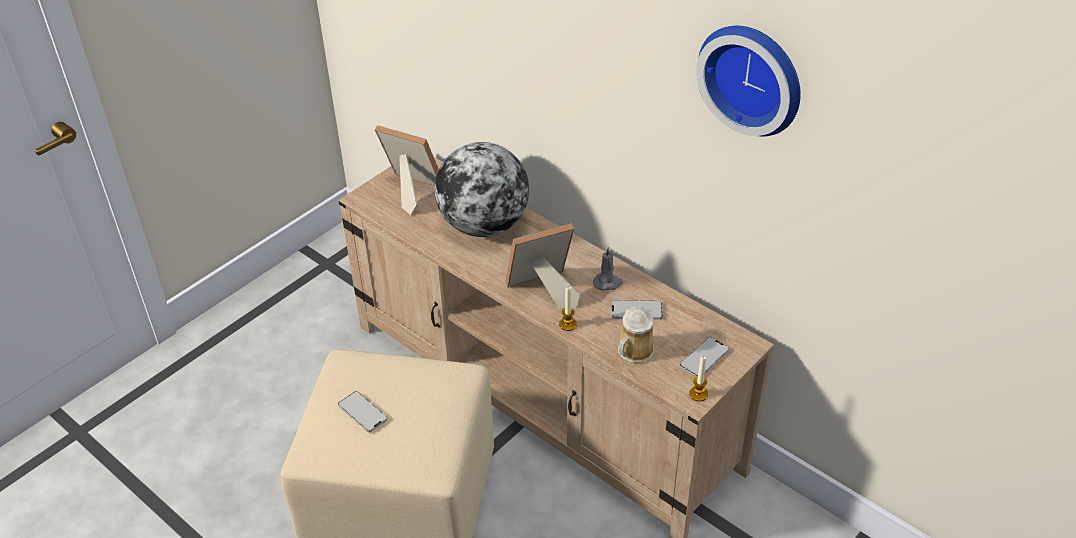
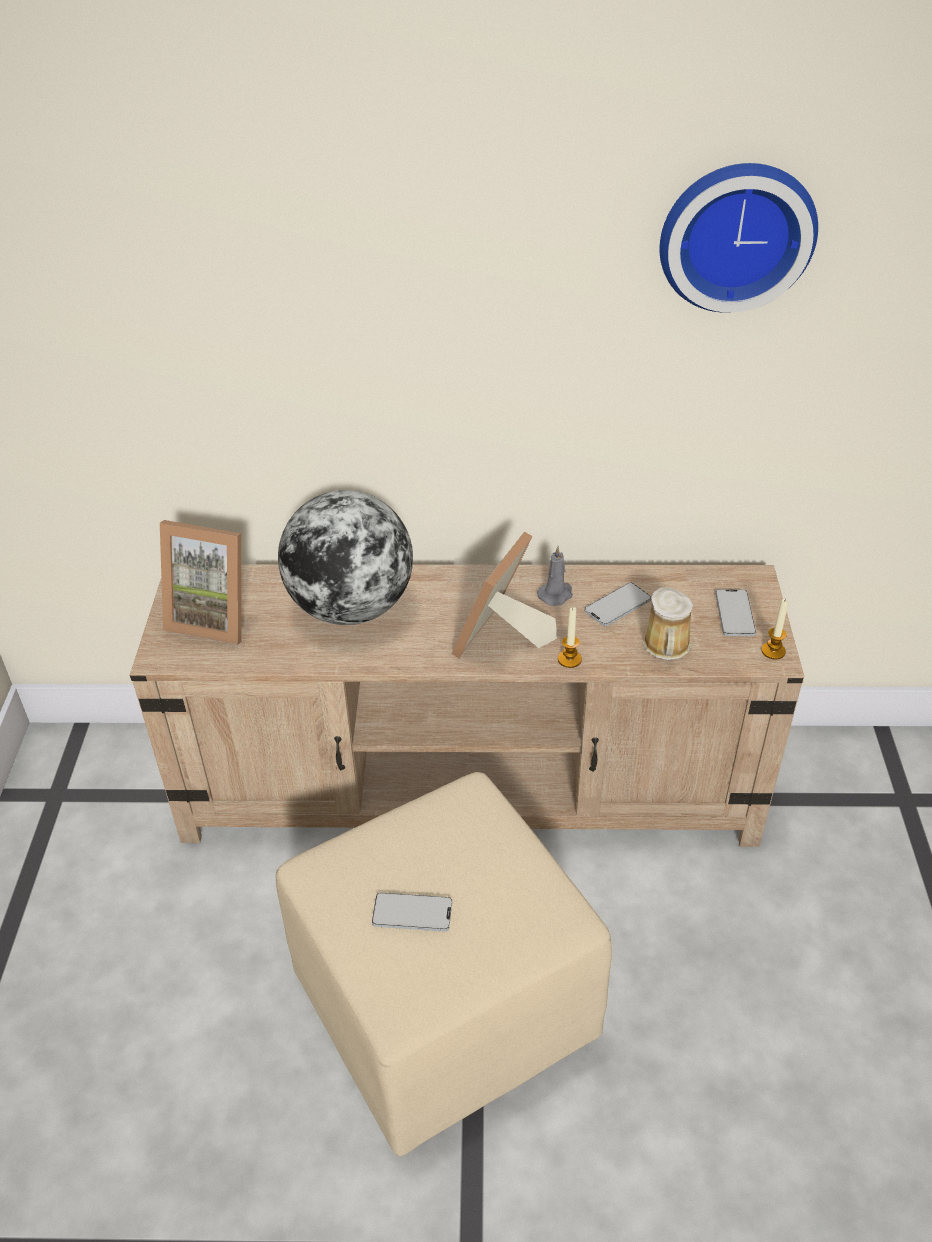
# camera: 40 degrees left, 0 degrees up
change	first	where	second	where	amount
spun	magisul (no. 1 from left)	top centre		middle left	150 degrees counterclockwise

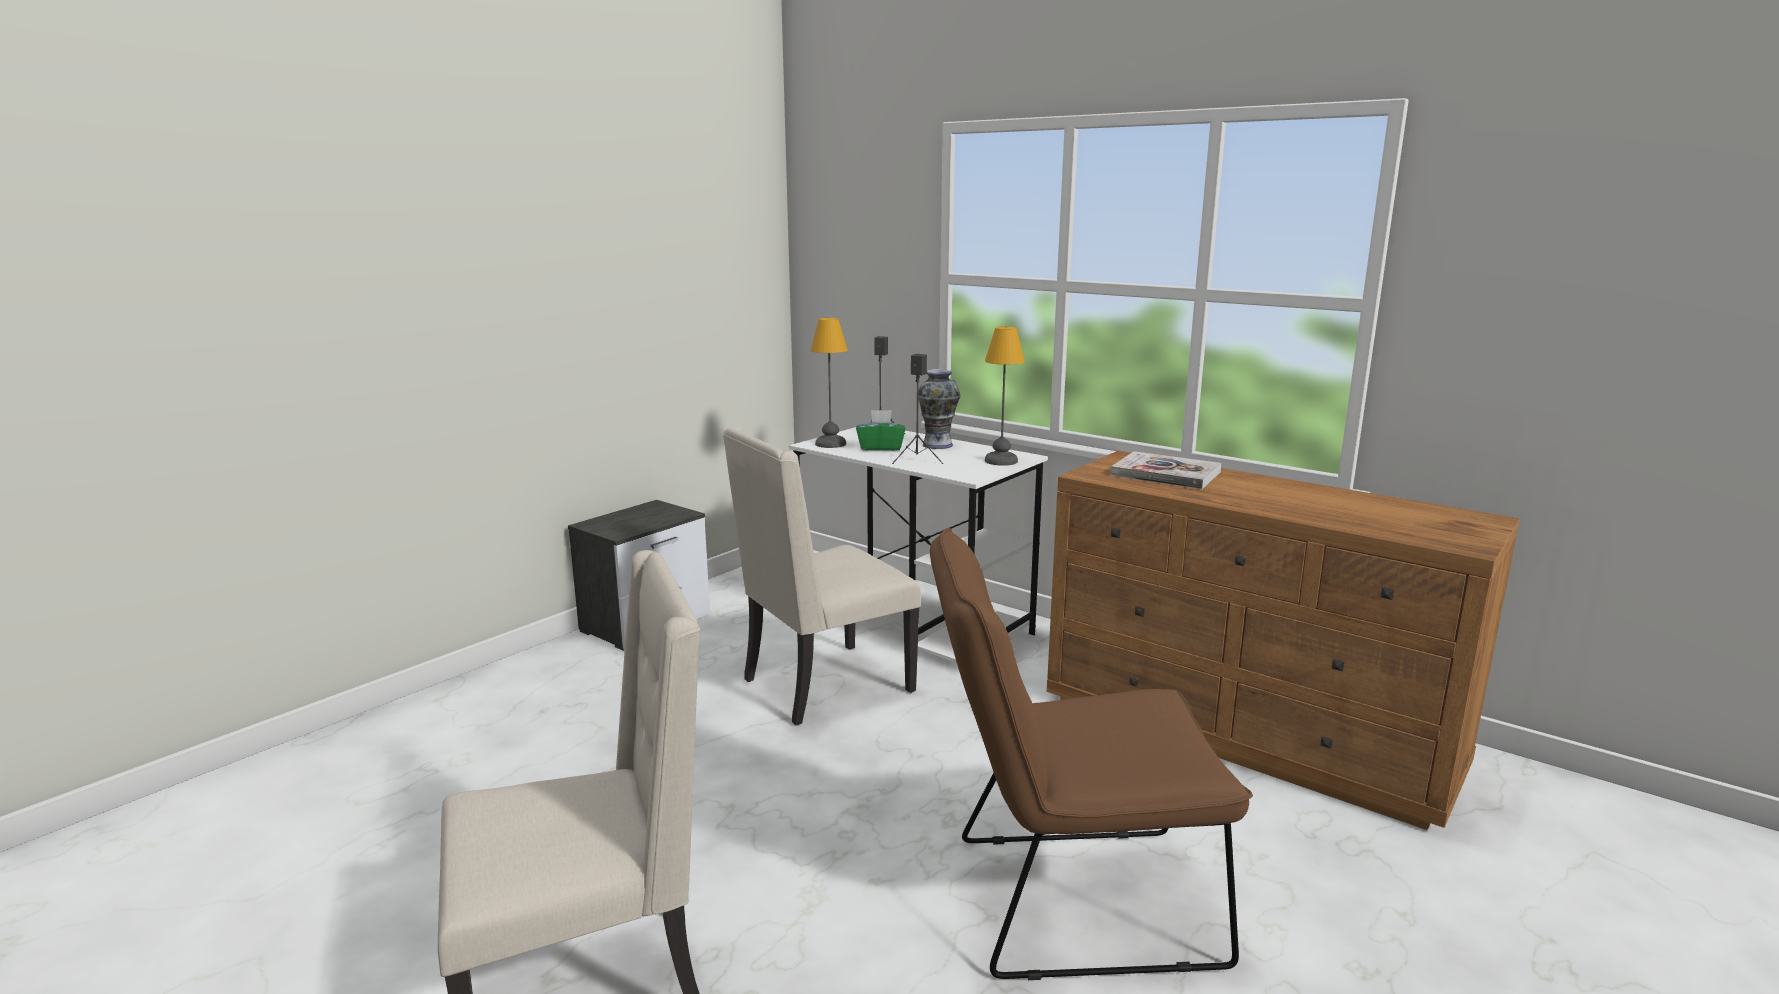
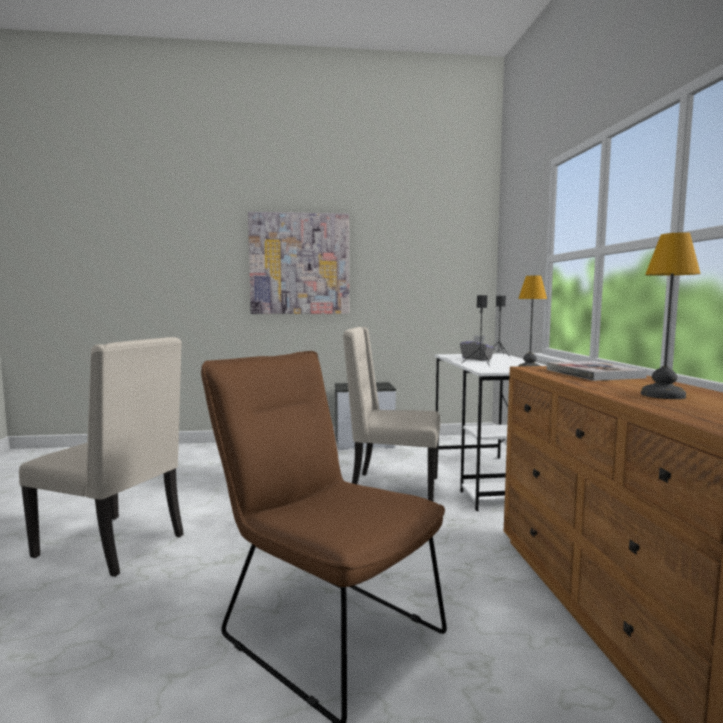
# camera: 45 degrees right, 10 degrees down
change	first	where	second	where	amount
relocated	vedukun (no. 1 from left in the first image)	centre	vedukun (no. 2 from left)	middle right	
missing	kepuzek	centre			
colour	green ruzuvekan	centre	grey ruzuvekan	centre	
appeared			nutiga	centre	

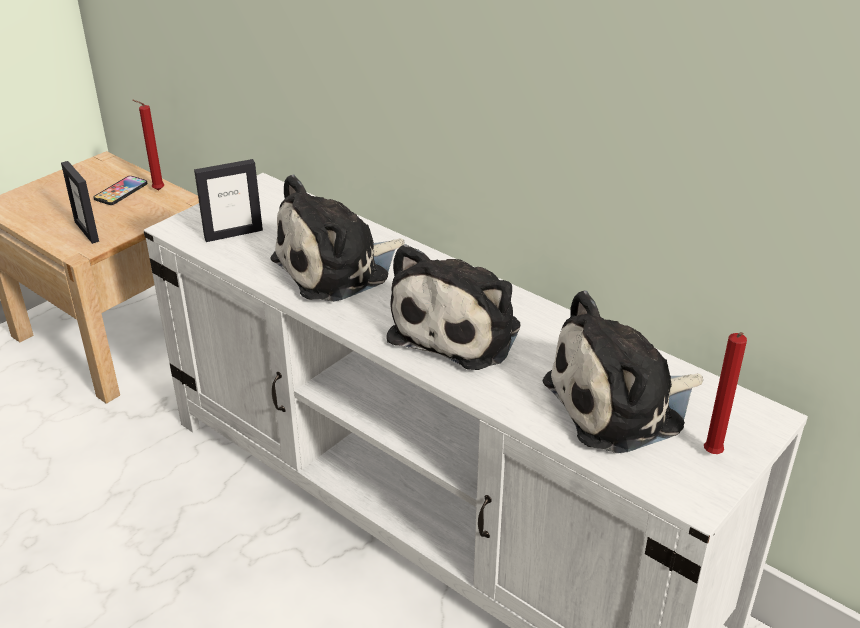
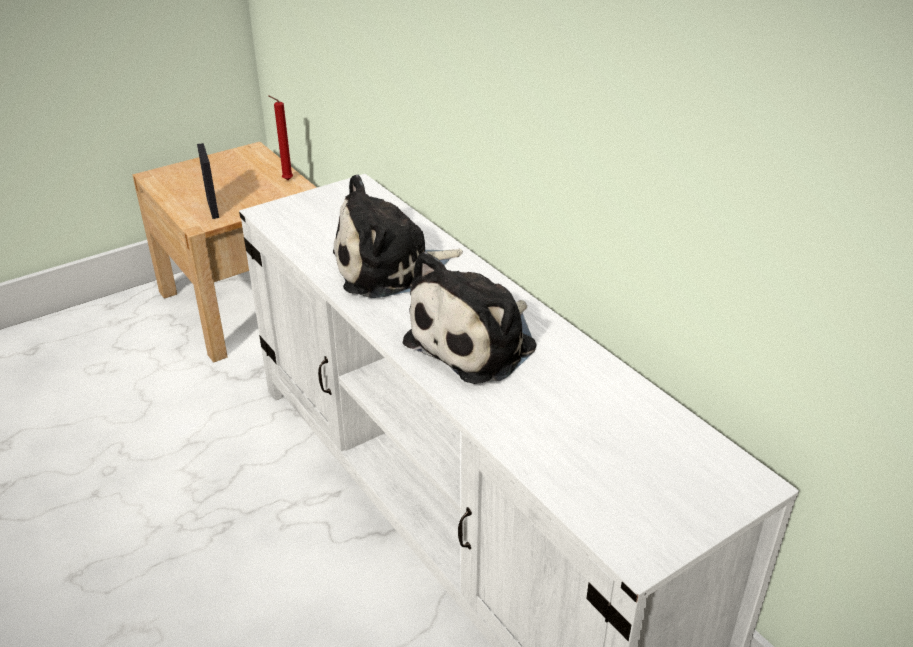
# camera: 15 degrees right, 0 degrees up
change	first	where	second	where	amount
missing	magisul (no. 2 from left)	top left			
missing	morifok	top left			
missing	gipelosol (no. 3 from left)	middle right			
missing	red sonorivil (no. 2 from left)	middle right			

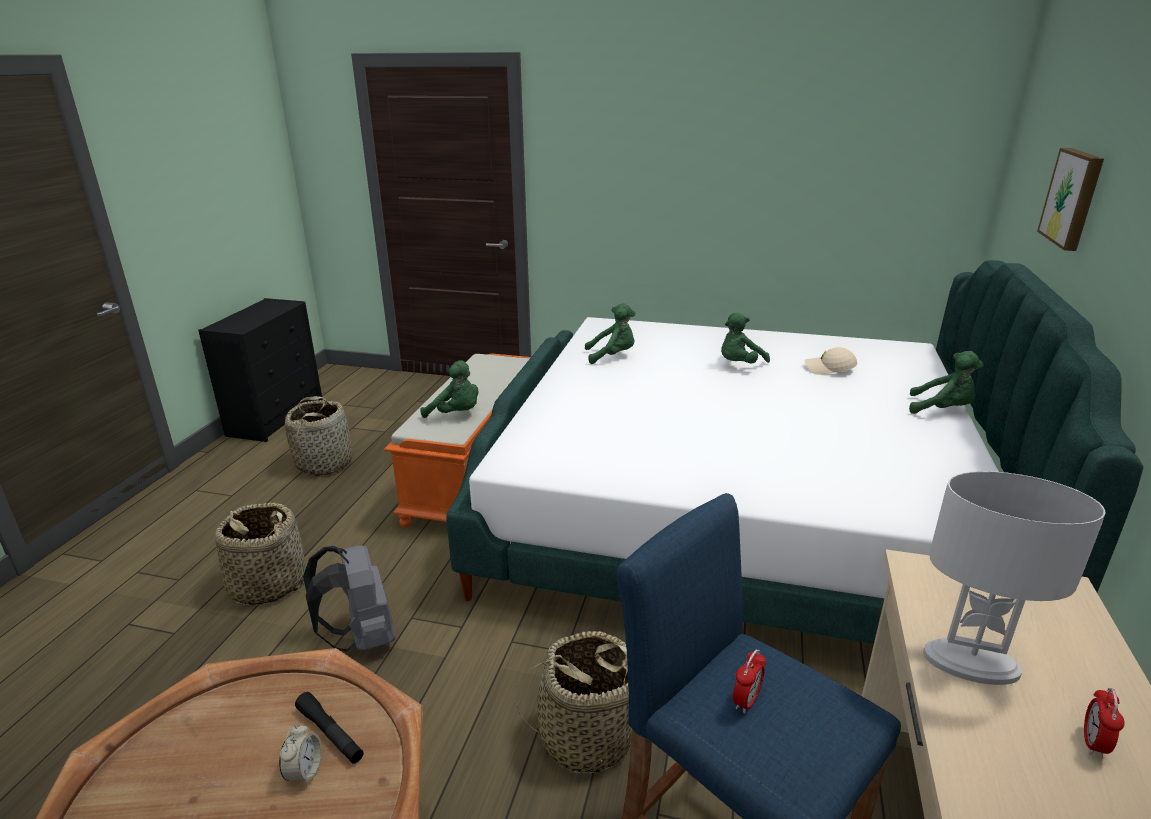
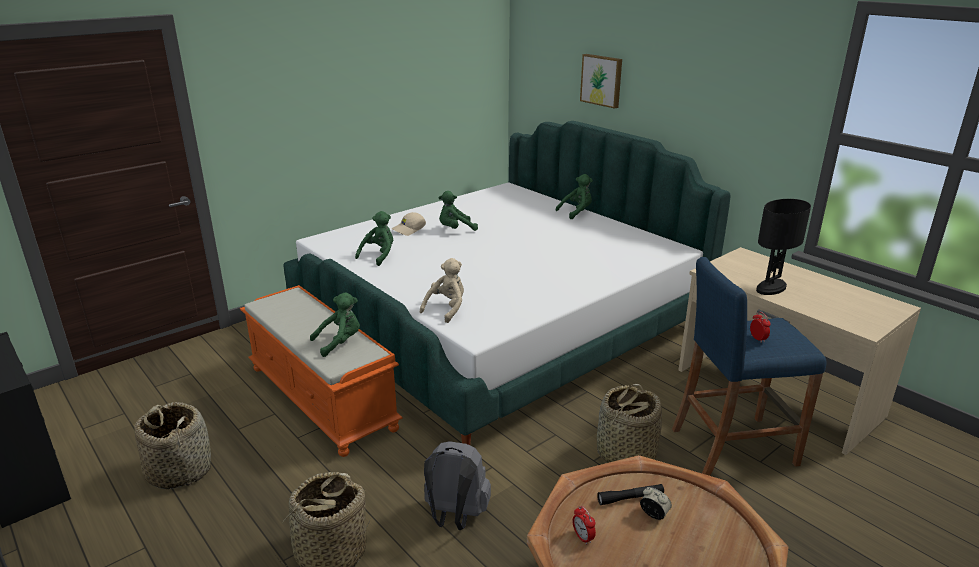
# camera: 55 degrees left, 0 degrees up
change	first	where	second	where	amount
spun	green gipelosol (no. 3 from left)	centre		centre	75 degrees clockwise
relocated	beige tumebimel	middle right		centre	
colour	white vedukun	bottom right	black vedukun	middle right	
relocated	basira (no. 3 from left in the first image)	bottom right	basira (no. 1 from left)	bottom centre	
appeared			beige gipelosol	centre	

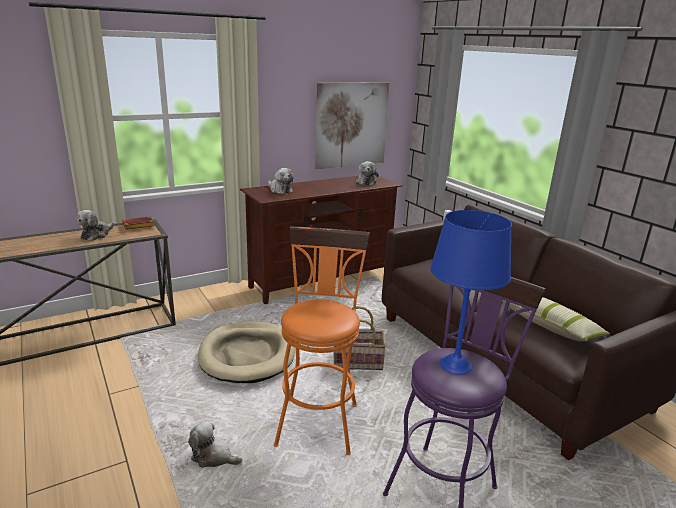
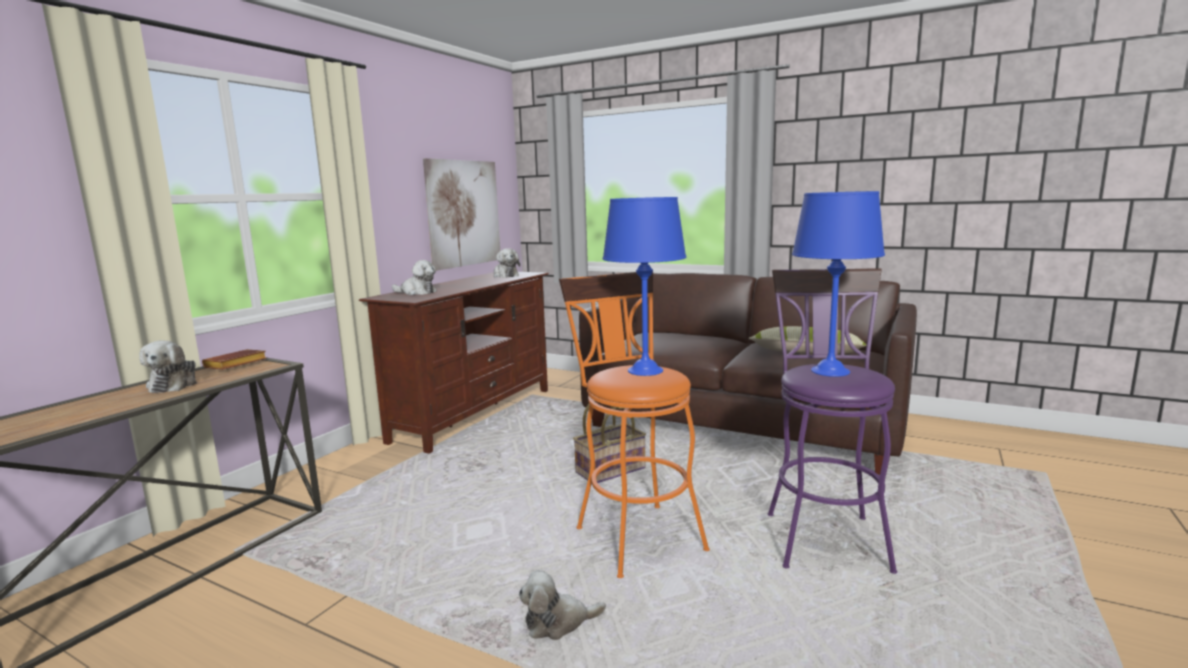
# camera: 30 degrees left, 10 degrees down
change	first	where	second	where	amount
missing	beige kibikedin	bottom centre			
appeared			blue vedukun (no. 1 from left)	centre	

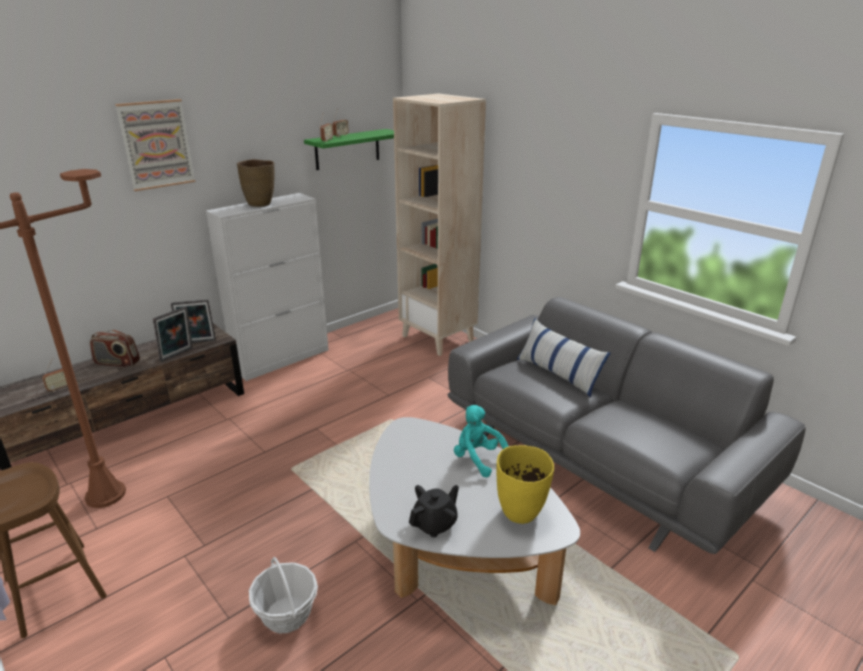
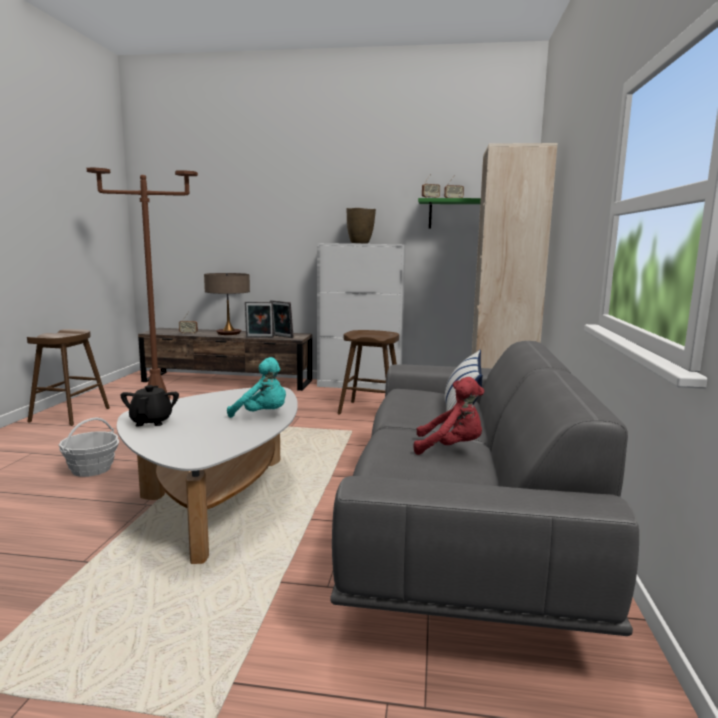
# camera: 50 degrees right, 15 degrees down
change	first	where	second	where	amount
missing	nutiga	top left			
exchanged	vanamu (no. 2 from left)	middle left	vedukun	middle left	
spun	turquoise gipelosol	centre		centre	105 degrees clockwise
missing	yellow kepuzek	bottom centre			
spun	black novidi	bottom centre		middle left	105 degrees counterclockwise
appeared			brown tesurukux (no. 2 from left)	centre	
appeared			red gipelosol	centre	

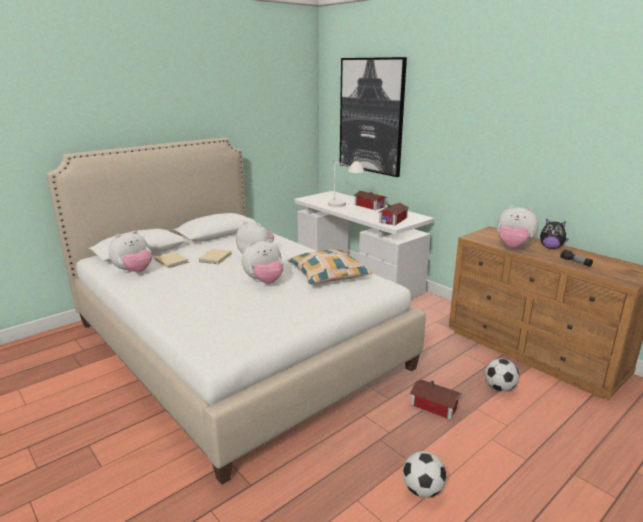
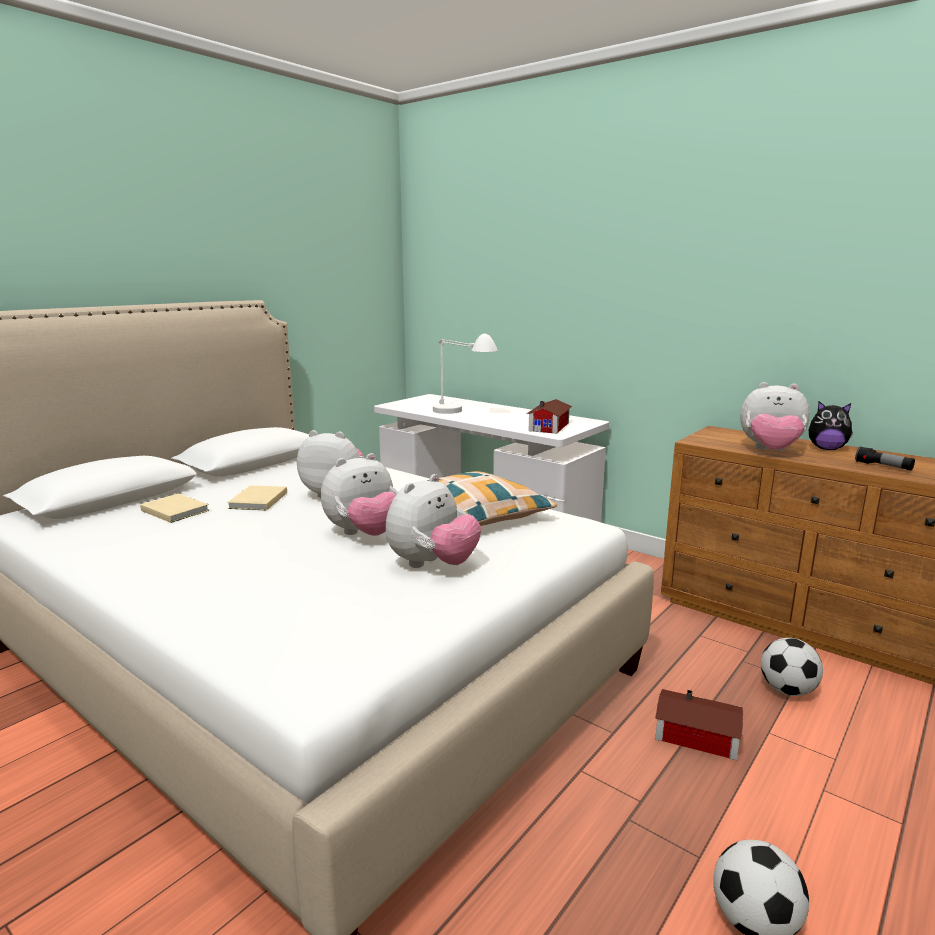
# camera: 10 degrees left, 5 degrees down
change	first	where	second	where	amount
missing	nutiga	top centre			
missing	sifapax (no. 1 from left)	centre			
relocated	gipelosol (no. 1 from left in the first image)	middle left	gipelosol (no. 3 from left)	centre	

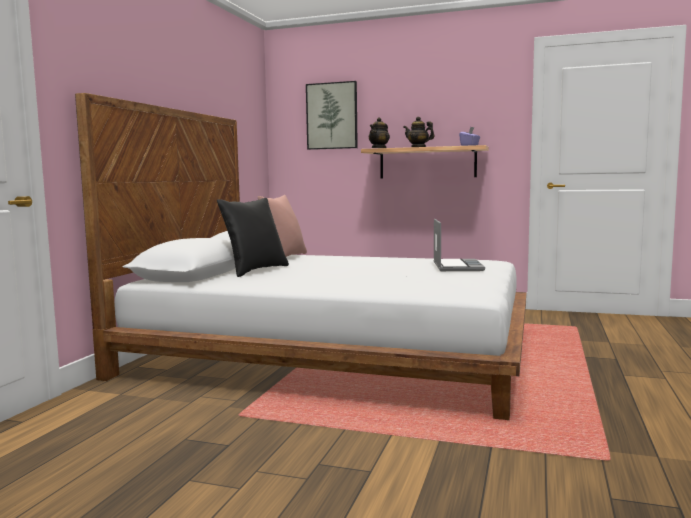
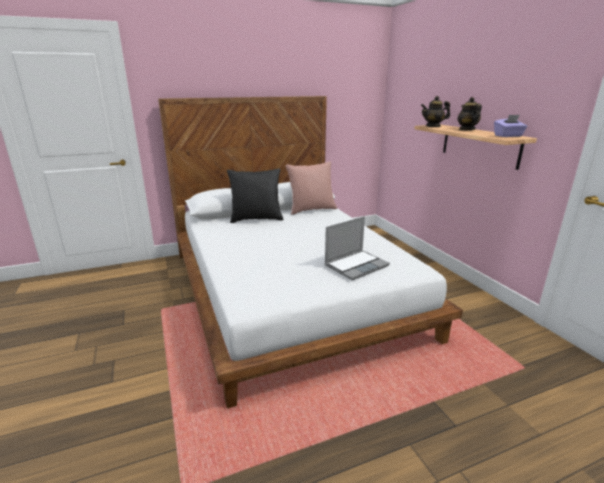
# camera: 50 degrees right, 15 degrees up
change	first	where	second	where	amount
missing	nutiga	top centre			

